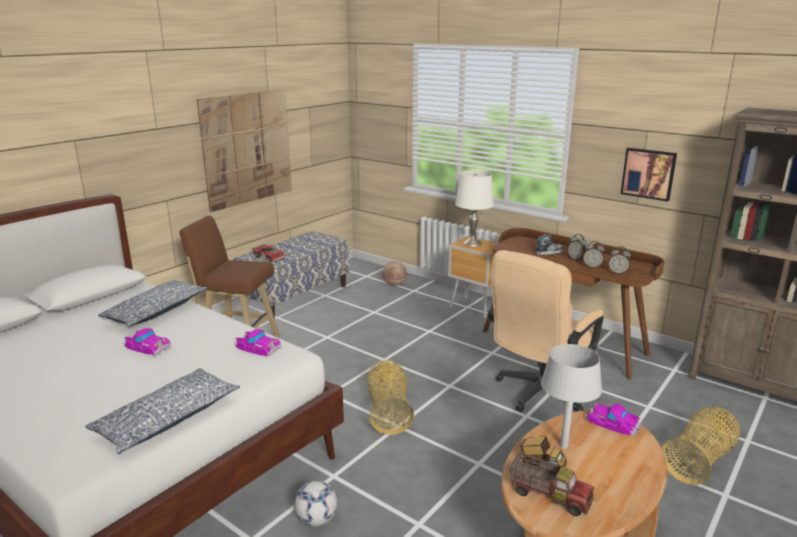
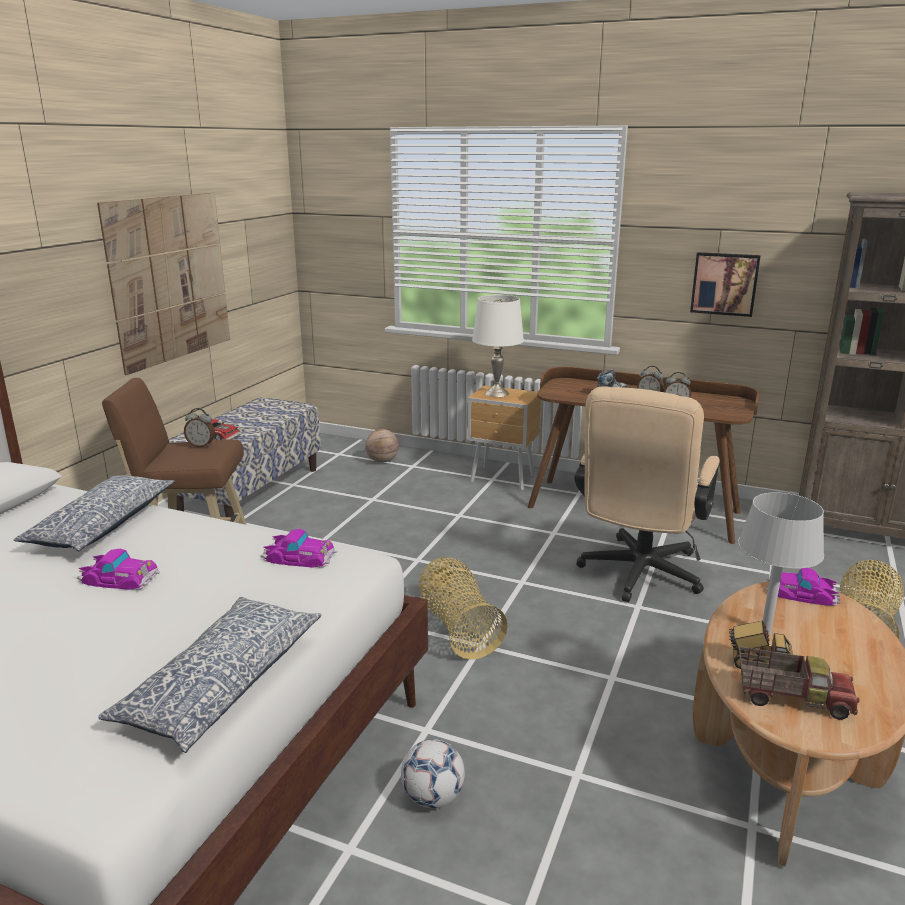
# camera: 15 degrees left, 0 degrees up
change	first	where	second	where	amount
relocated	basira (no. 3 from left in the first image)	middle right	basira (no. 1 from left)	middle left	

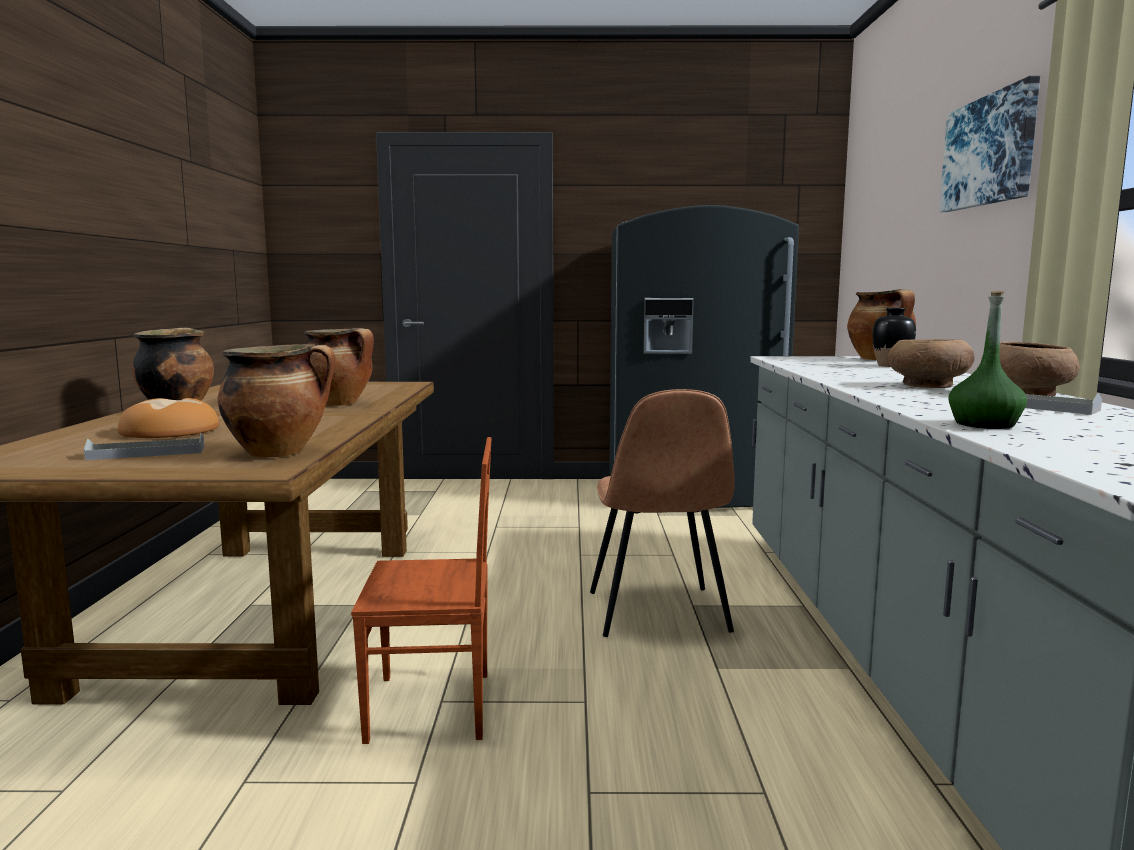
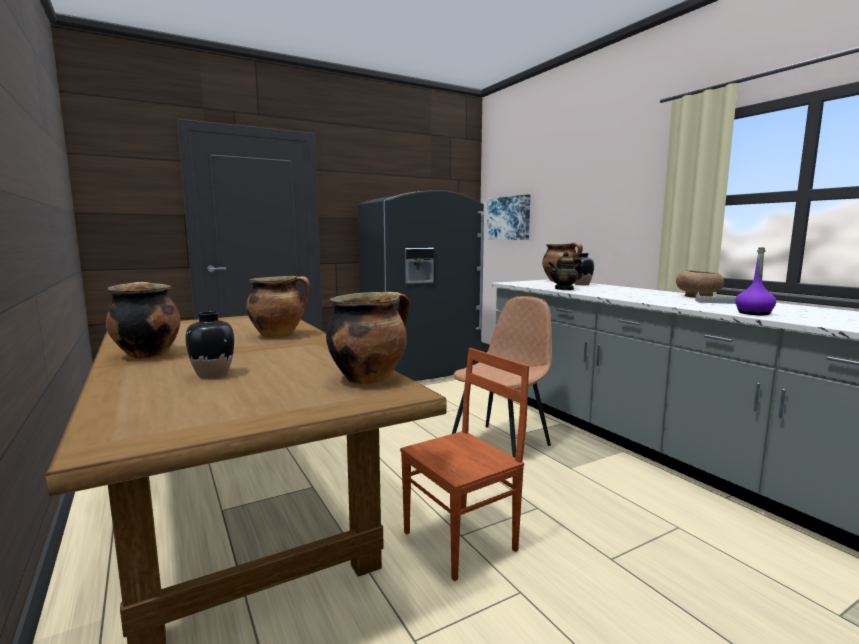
# camera: 30 degrees left, 0 degrees up
change	first	where	second	where	amount
relocated	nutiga	top right		centre	
colour	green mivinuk	middle right	purple mivinuk	middle right	
missing	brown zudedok (no. 1 from left)	middle right			
spun	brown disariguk (no. 2 from left)	centre		centre	105 degrees counterclockwise
exchanged	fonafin	middle left	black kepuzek (no. 1 from left)	middle left	
missing	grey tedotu (no. 1 from left)	middle left			
appeared			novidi	centre	

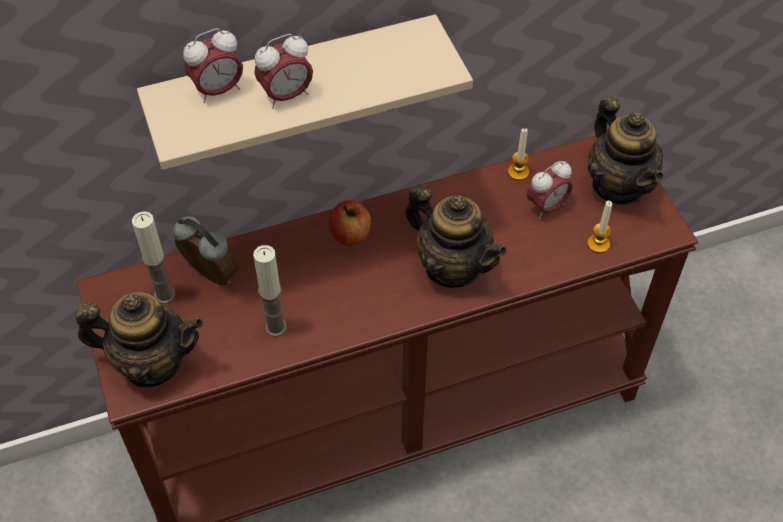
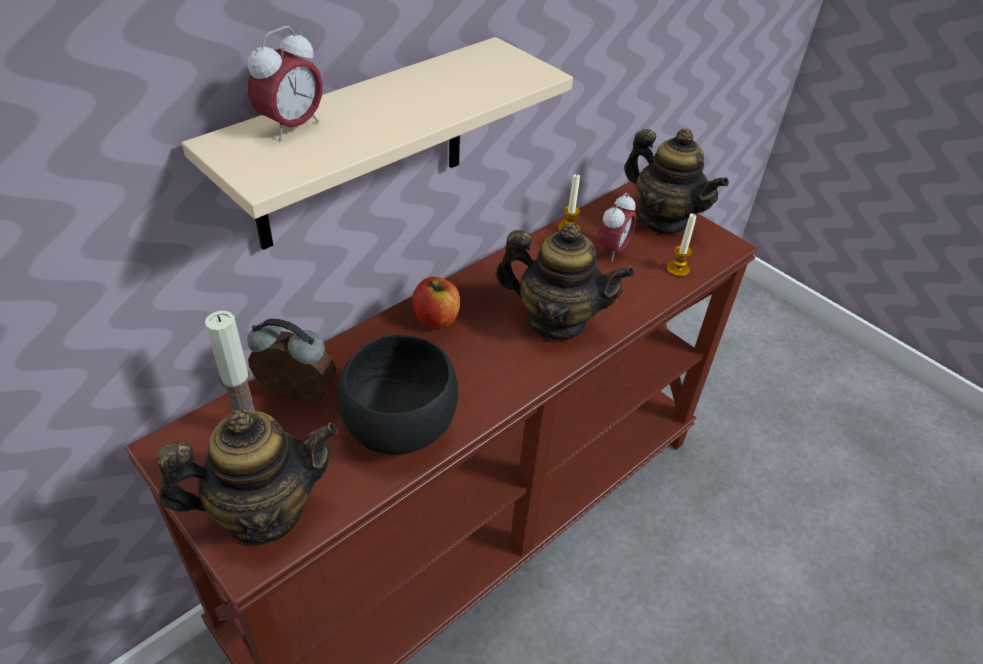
# camera: 25 degrees left, 10 degrees down
change	first	where	second	where	amount
missing	basira (no. 3 from left)	top centre			
exchanged	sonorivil (no. 2 from left)	centre	black zudedok	centre	

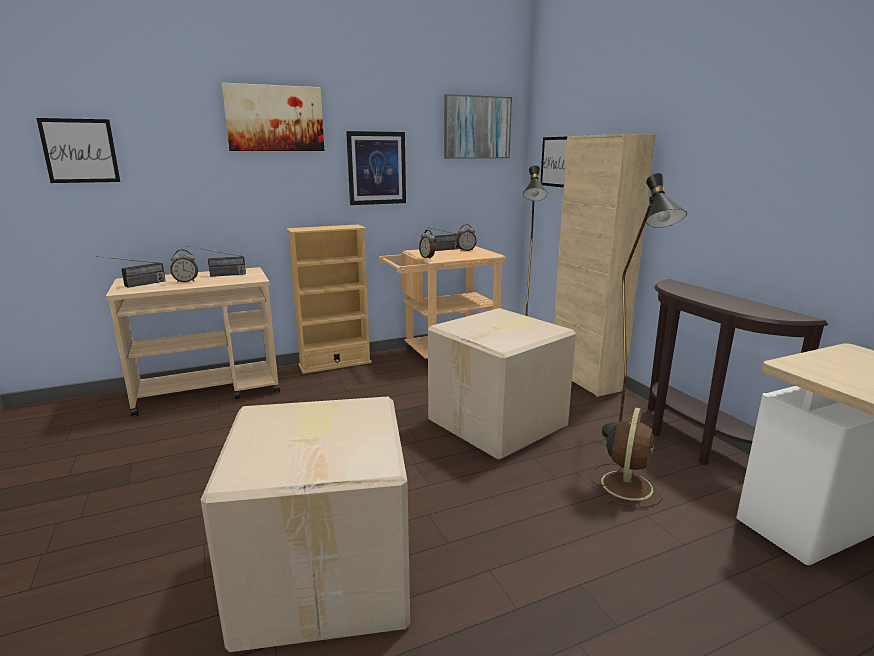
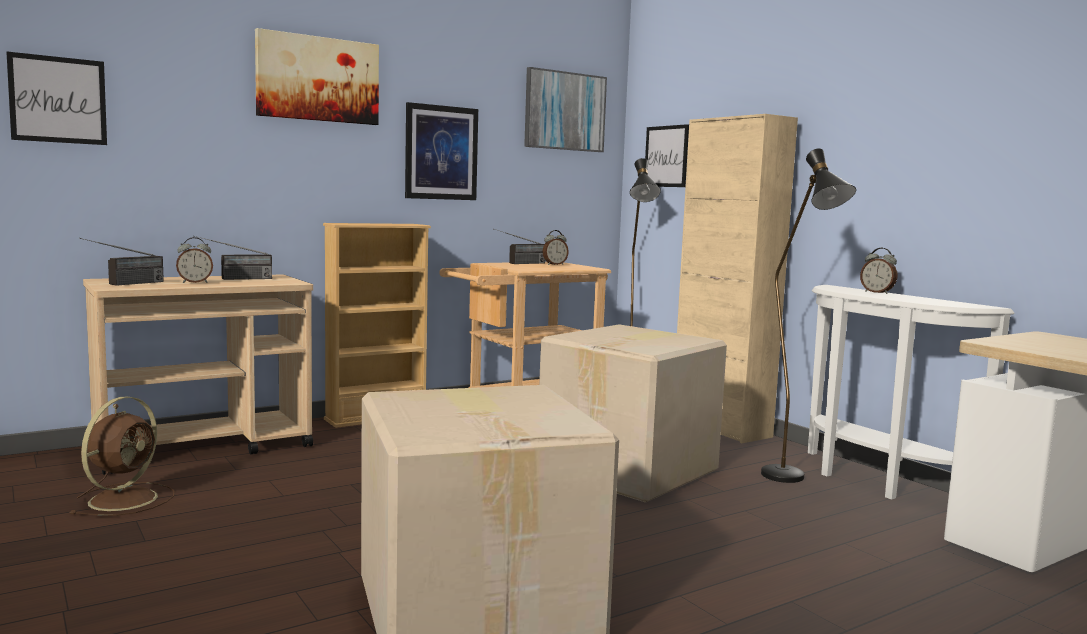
# camera: 10 degrees left, 10 degrees down
change	first	where	second	where	amount
relocated	basira (no. 2 from left in the first image)	centre	basira (no. 3 from left)	middle right	
colour	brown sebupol	middle right	white sebupol	middle right	
relocated	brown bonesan	bottom right		bottom left	

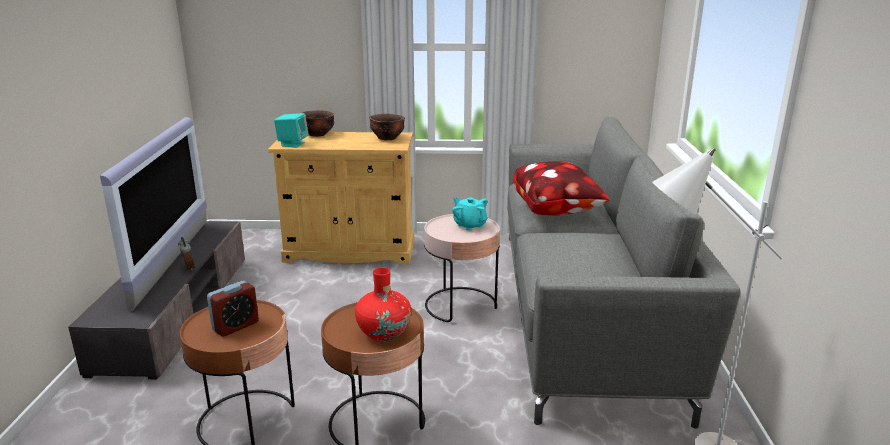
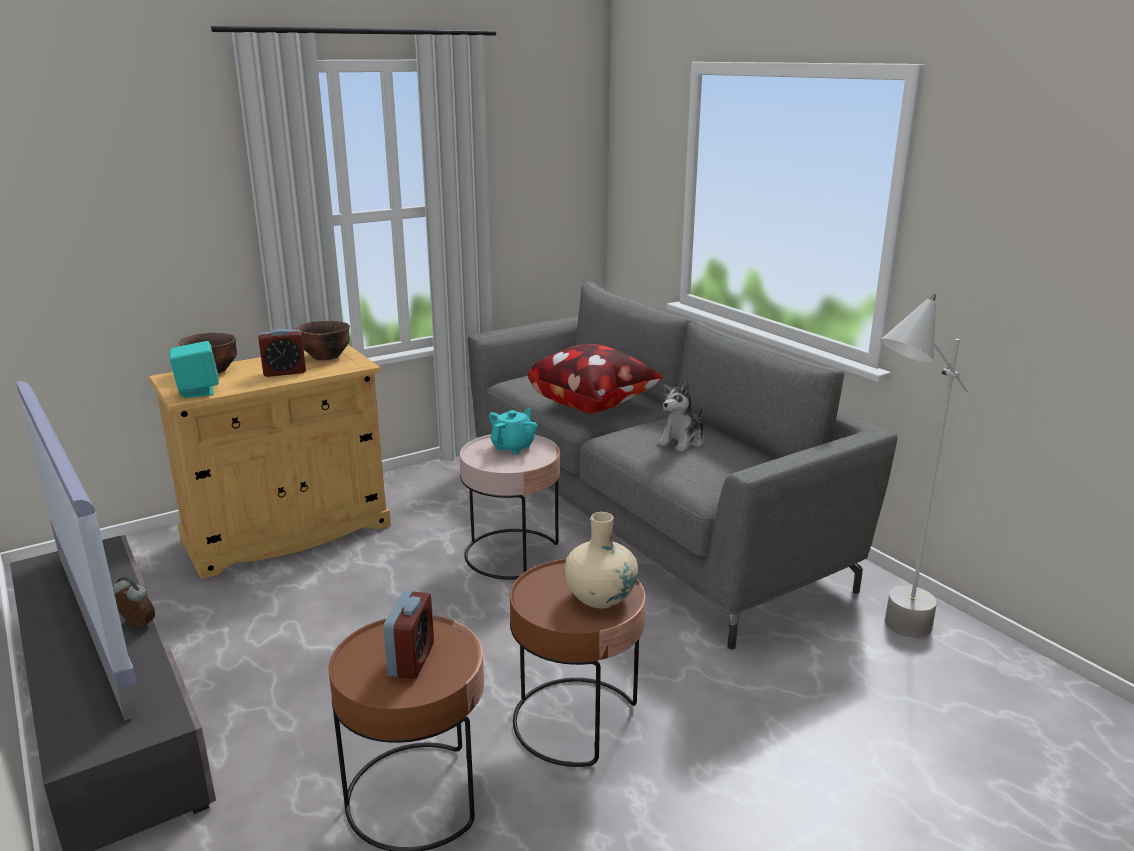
# camera: 35 degrees left, 0 degrees up
change	first	where	second	where	amount
spun	turquoise novidi	centre		centre	105 degrees clockwise
colour	red kepuzek	bottom centre	beige kepuzek	centre	
appeared			basira (no. 2 from left)	middle left	
appeared			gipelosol	centre	

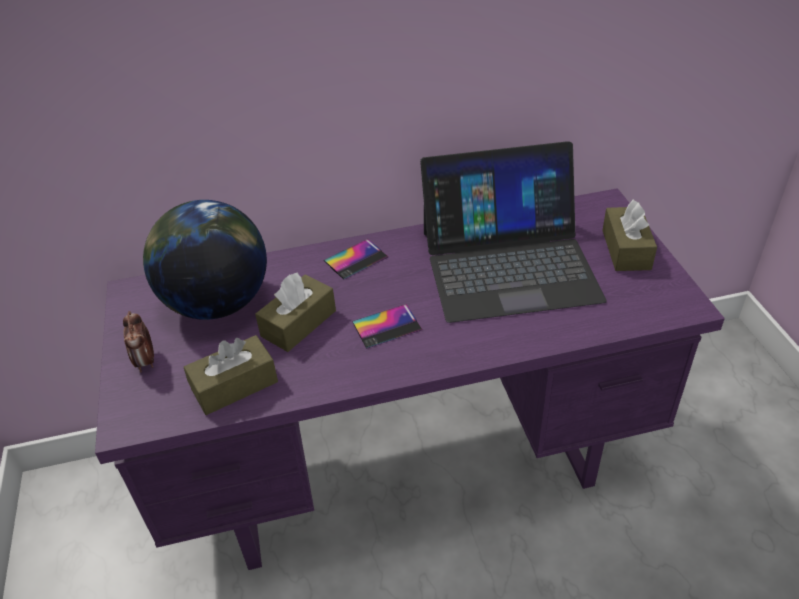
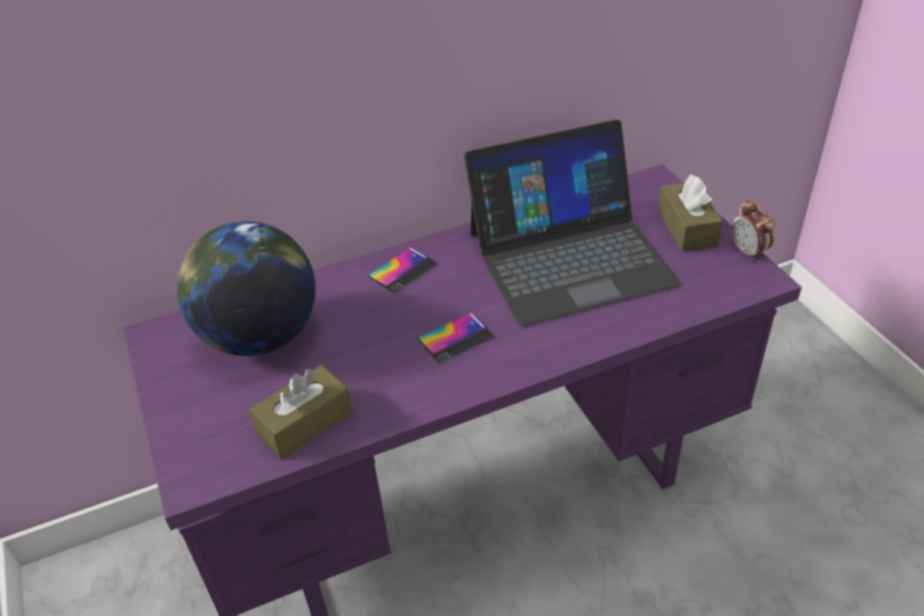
# camera: 10 degrees left, 0 degrees up
change	first	where	second	where	amount
missing	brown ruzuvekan (no. 2 from left)	centre			
relocated	basira	middle left		middle right	

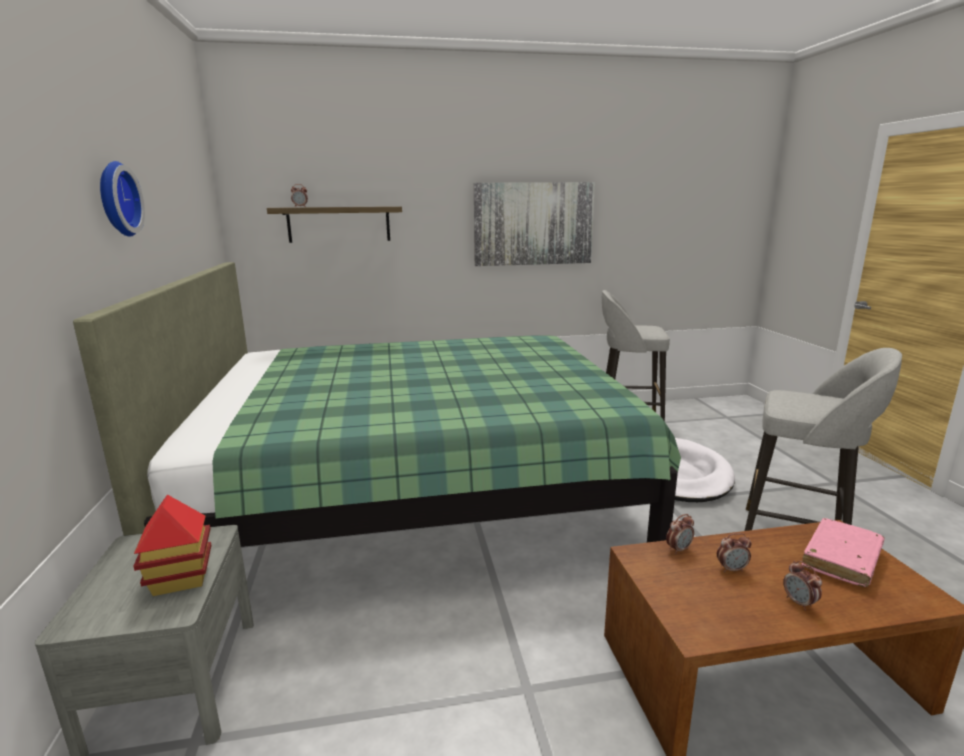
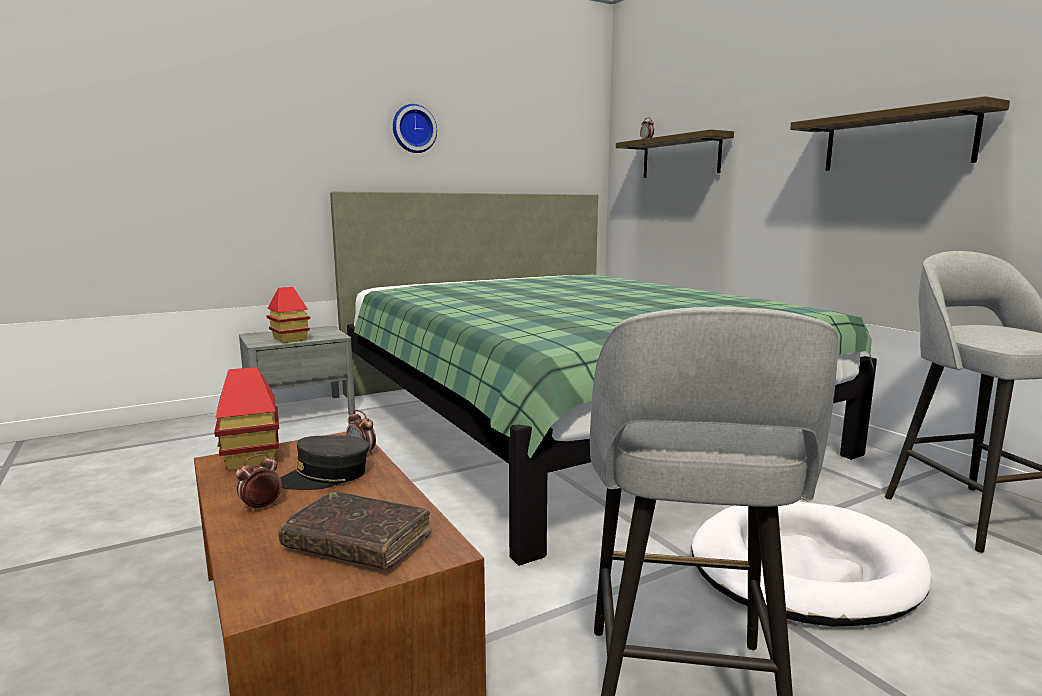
# camera: 70 degrees right, 5 degrees down
change	first	where	second	where	amount
exchanged	nutiga	top centre	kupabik (no. 2 from left)	top right	
colour	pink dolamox	bottom right	brown dolamox	bottom centre	
exchanged	basira (no. 3 from left)	bottom right	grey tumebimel	middle left	
appeared			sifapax (no. 1 from left)	middle left	

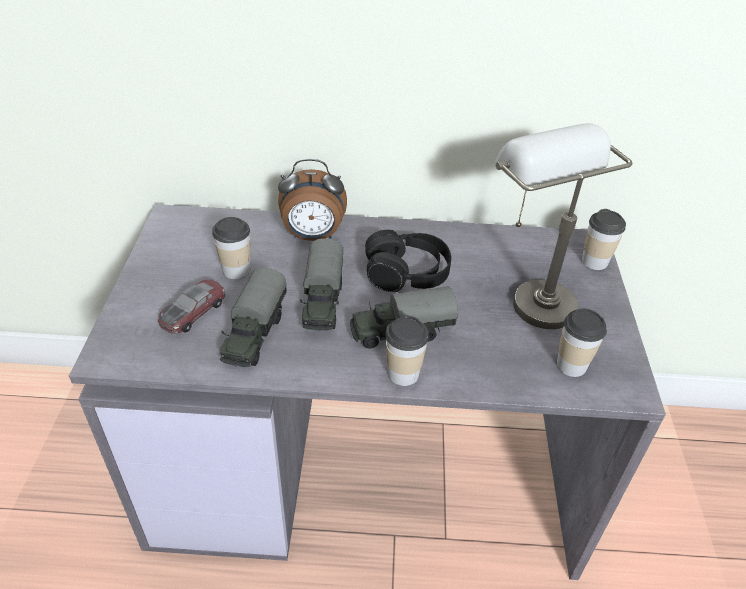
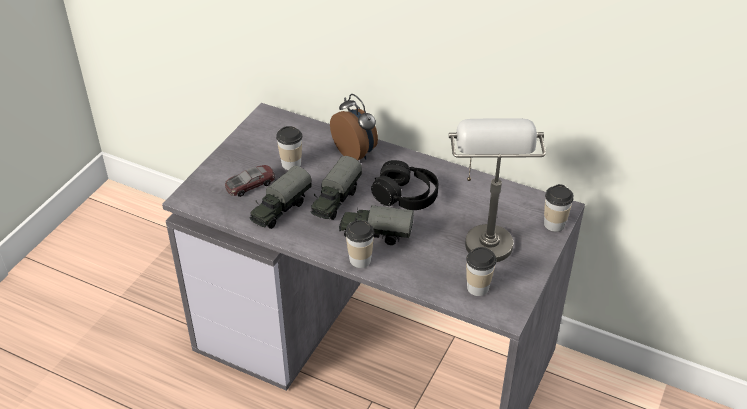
# camera: 25 degrees right, 0 degrees up
change	first	where	second	where	amount
spun	basira	centre		top centre	150 degrees counterclockwise

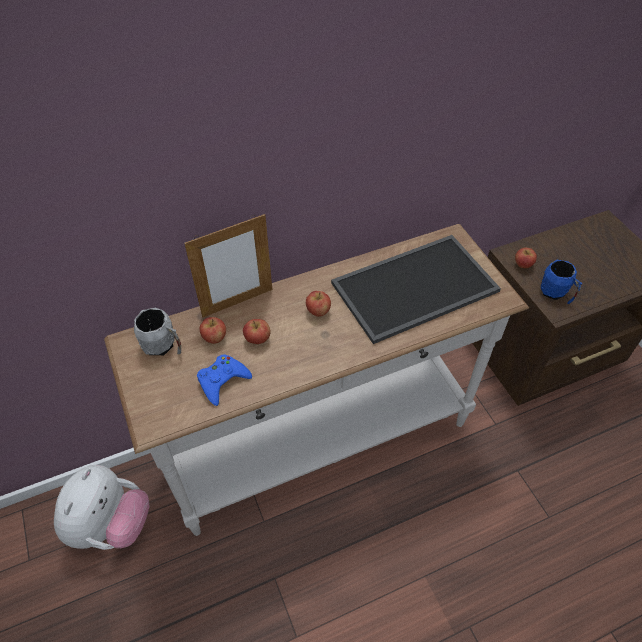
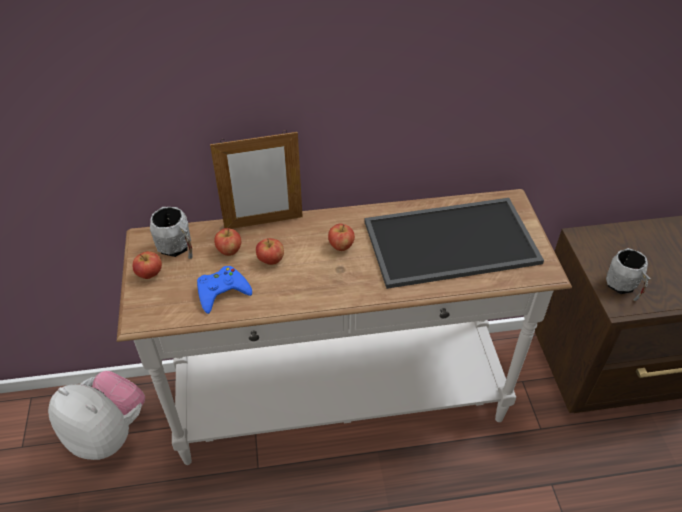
# camera: 15 degrees right, 5 degrees down
change	first	where	second	where	amount
relocated	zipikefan (no. 4 from left in the first image)	middle right	zipikefan (no. 1 from left)	middle left	
colour	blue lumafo	middle right	grey lumafo (no. 2 from left)	middle right	
spun	gipelosol	bottom left		bottom left	90 degrees counterclockwise

